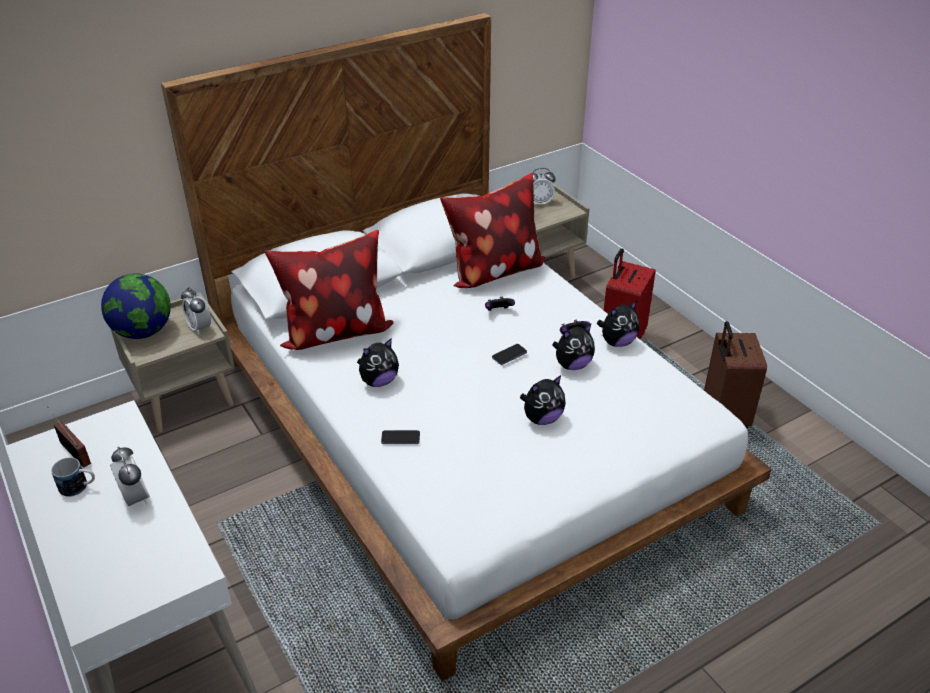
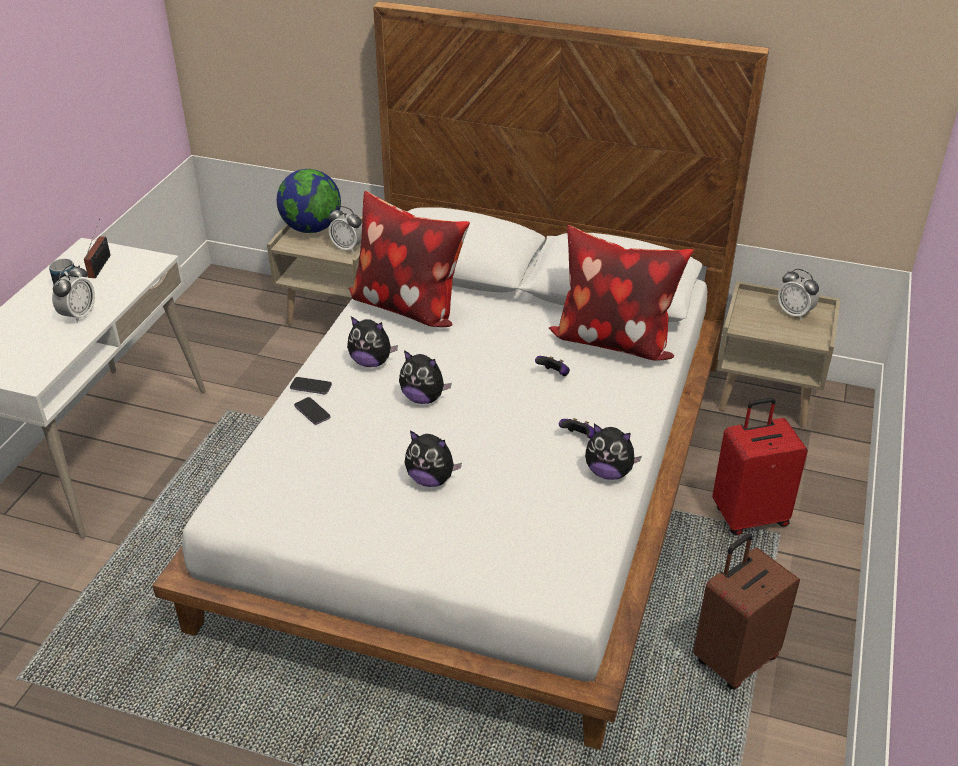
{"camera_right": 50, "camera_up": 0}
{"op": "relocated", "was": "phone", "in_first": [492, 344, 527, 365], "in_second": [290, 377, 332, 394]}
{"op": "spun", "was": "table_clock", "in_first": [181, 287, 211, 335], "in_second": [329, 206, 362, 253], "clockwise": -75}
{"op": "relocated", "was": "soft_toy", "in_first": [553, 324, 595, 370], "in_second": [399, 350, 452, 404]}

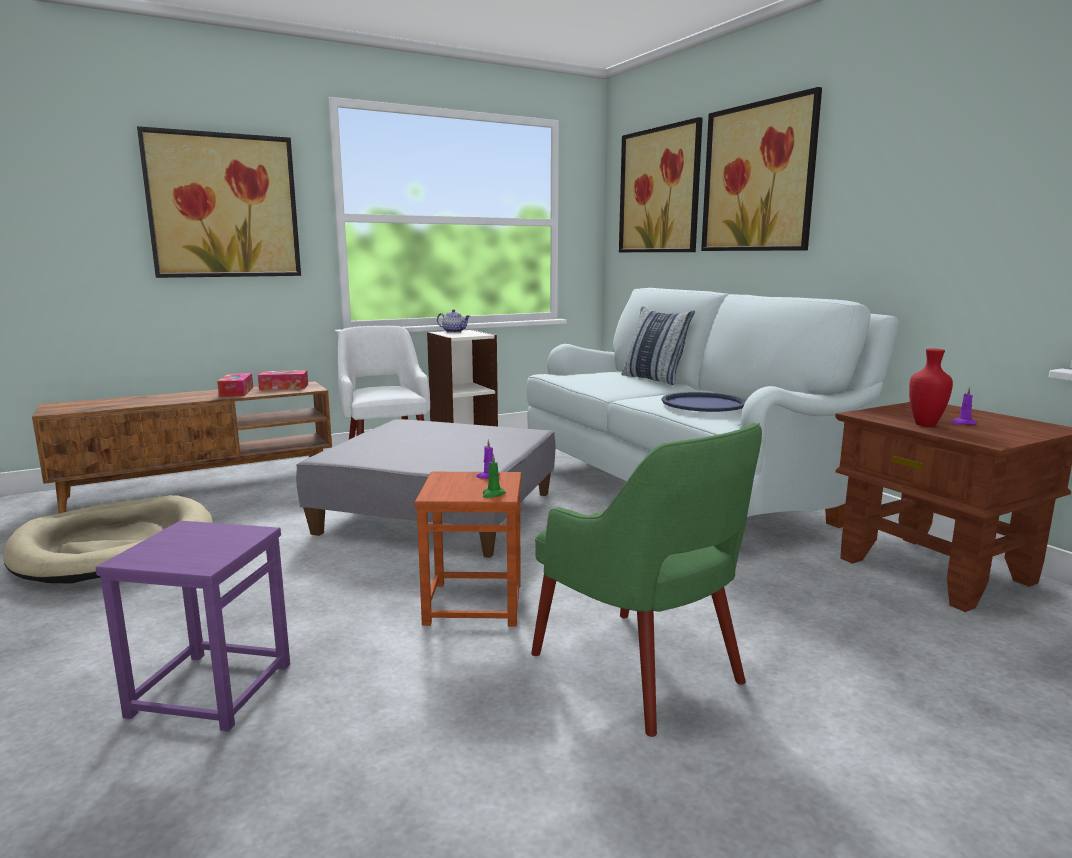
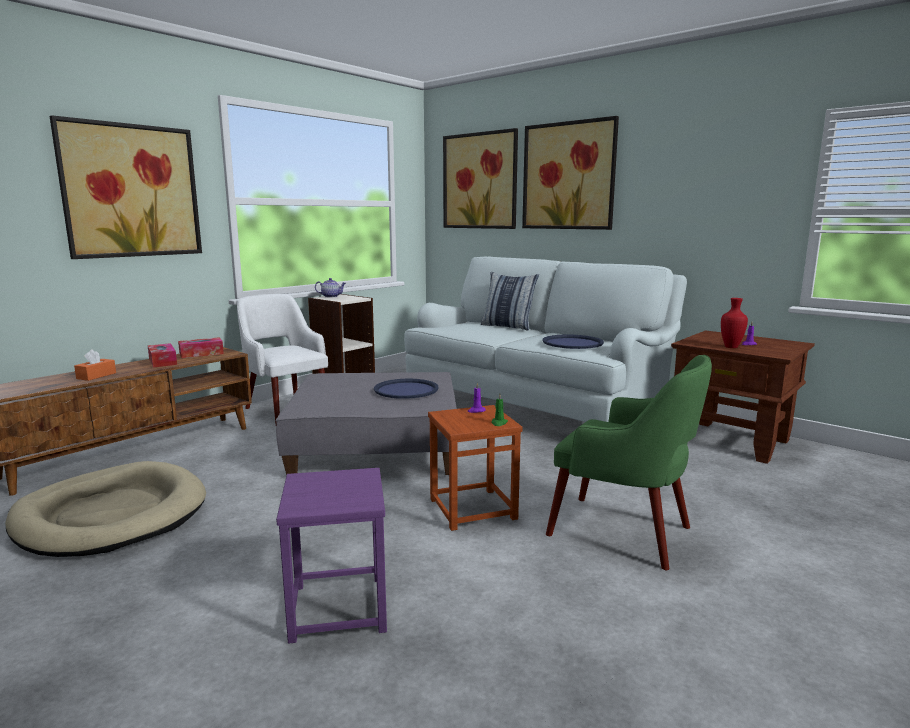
{"camera_right": -20, "camera_up": 0}
{"op": "appeared", "now": "orange_box_of_tissues", "in_second": [74, 349, 116, 381]}
{"op": "appeared", "now": "bluish_carrying_tray", "in_second": [374, 379, 439, 399]}

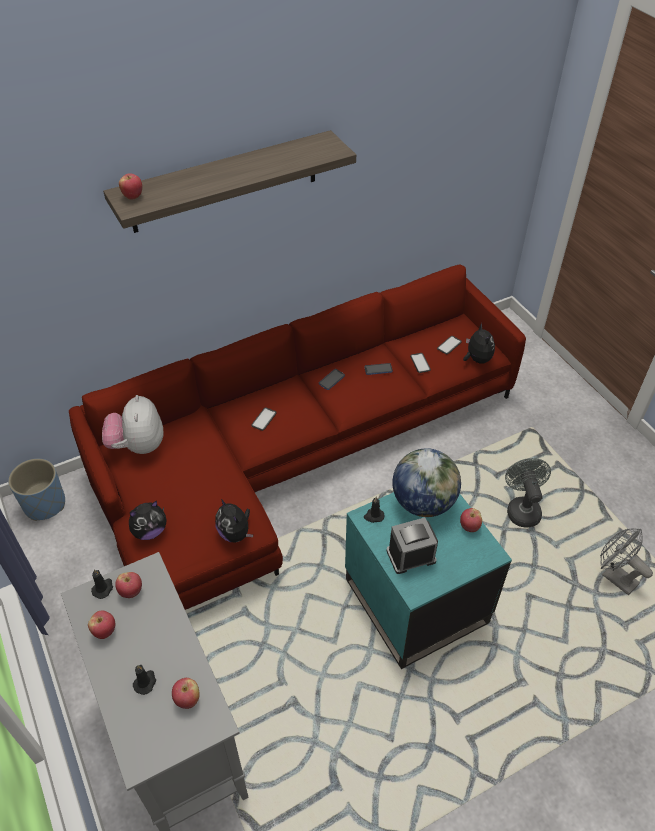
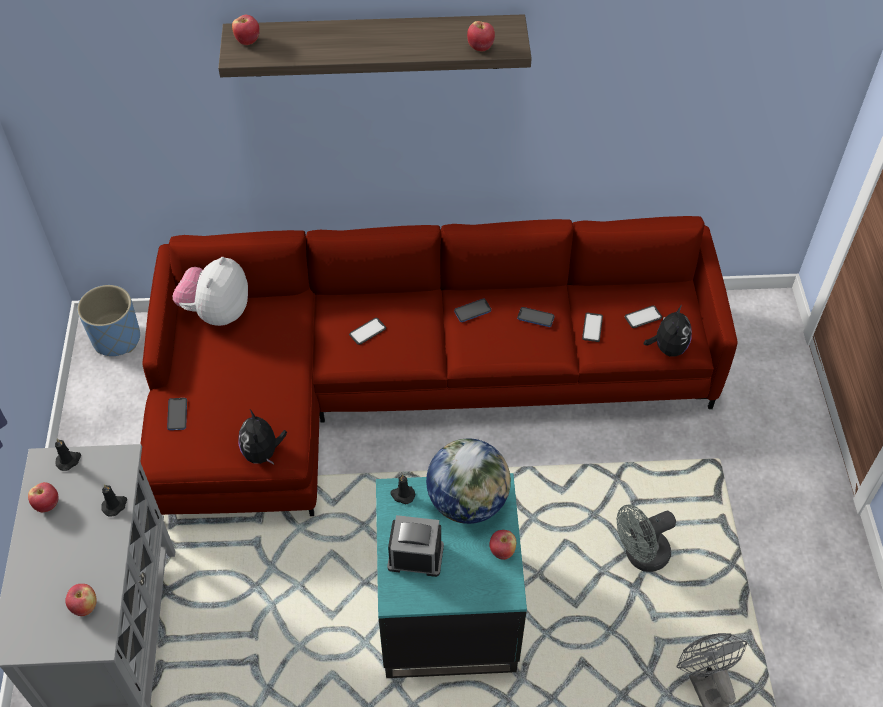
{"camera_right": 25, "camera_up": 5}
{"op": "relocated", "was": "black-coloured_wax_candle", "in_first": [133, 665, 156, 695], "in_second": [102, 484, 127, 517]}
{"op": "exchanged", "was": "soft_toy", "now": "phone", "in_first": [129, 500, 166, 540], "in_second": [167, 398, 187, 430]}
{"op": "relocated", "was": "apple_fruit", "in_first": [115, 572, 142, 598], "in_second": [467, 21, 495, 51]}
{"op": "spun", "was": "greyish_cooling_fan", "in_first": [505, 458, 551, 527], "in_second": [617, 504, 676, 572], "clockwise": -135}

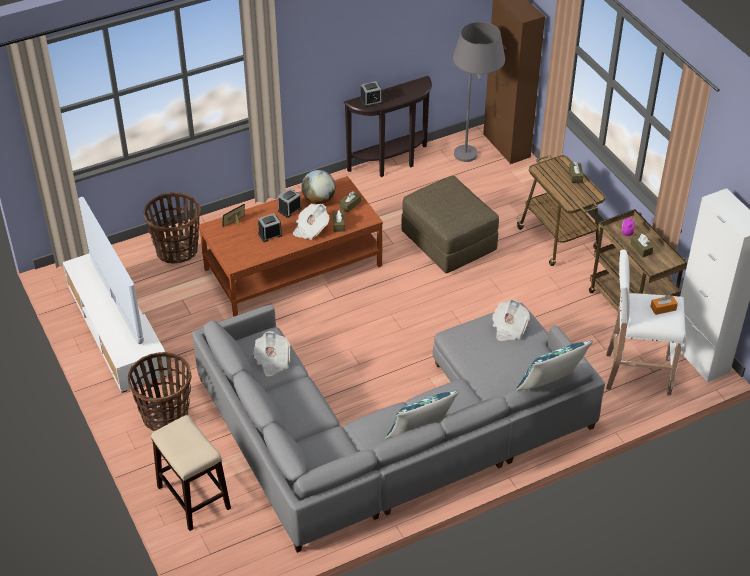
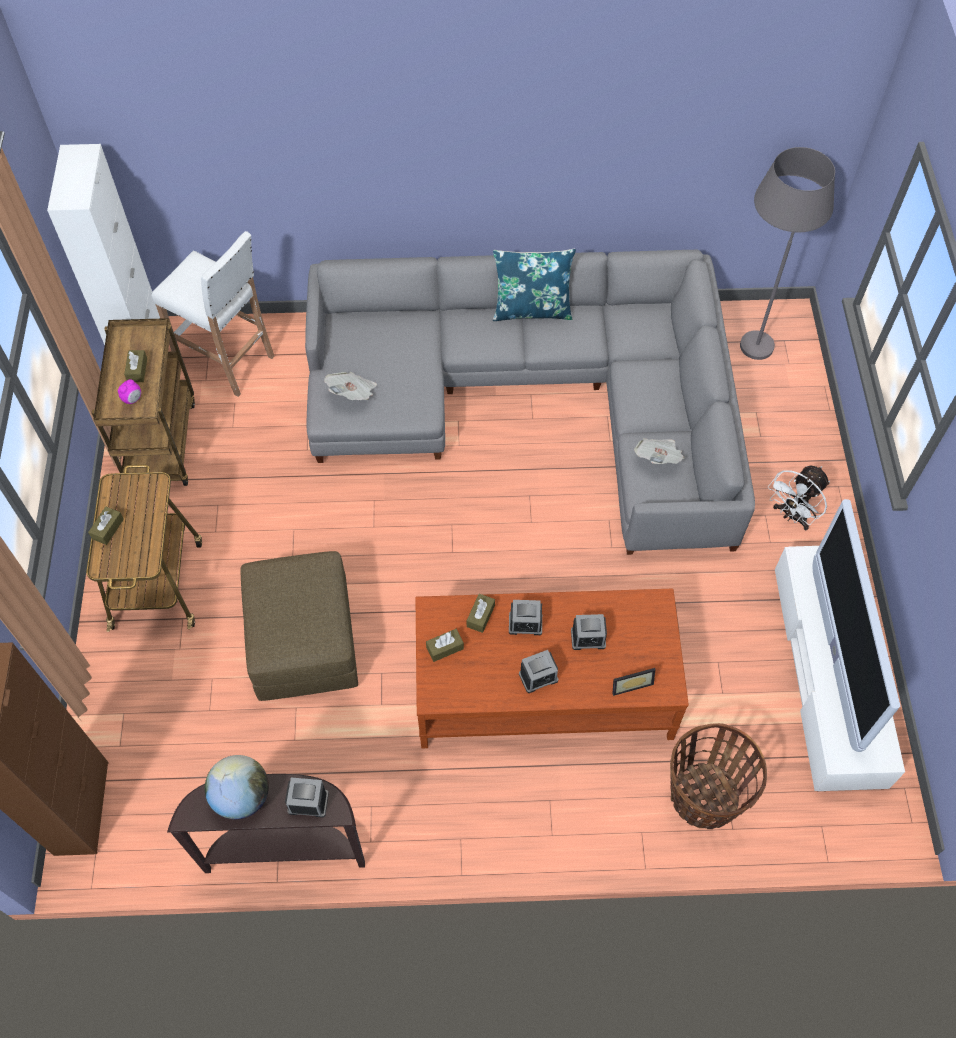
{"camera_right": -155, "camera_up": 15}
{"op": "relocated", "was": "world_globe", "in_first": [301, 170, 335, 204], "in_second": [205, 755, 269, 819]}
{"op": "exchanged", "was": "printed_paper", "now": "table_clock", "in_first": [293, 204, 329, 240], "in_second": [509, 600, 542, 635]}
{"op": "relocated", "was": "greyish_standard_lamp", "in_first": [453, 22, 505, 162], "in_second": [740, 147, 835, 360]}
{"op": "exchanged", "was": "household_basket", "now": "white-coloured_cooling_fan", "in_first": [128, 352, 192, 431], "in_second": [768, 466, 830, 530]}
{"op": "missing", "was": "sitting_stool", "in_first": [151, 415, 231, 531]}
{"op": "missing", "was": "bluish_cushion", "in_first": [515, 341, 593, 391]}
{"op": "missing", "was": "orange_box_of_tissues", "in_first": [650, 295, 678, 315]}

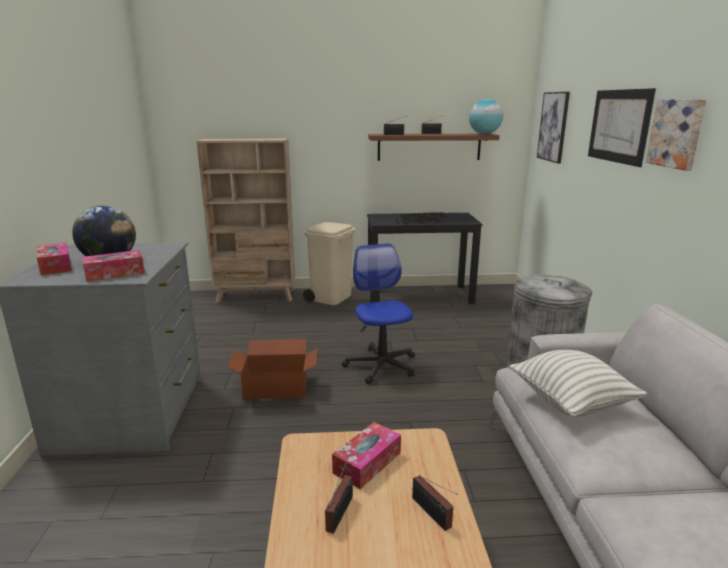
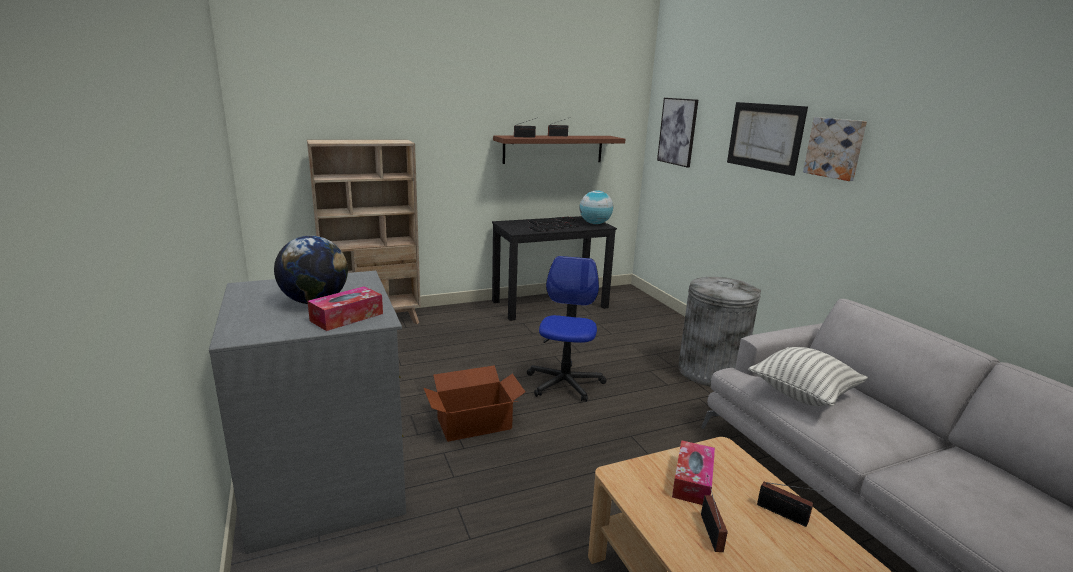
{"camera_right": -20, "camera_up": 0}
{"op": "spun", "was": "computer_chair", "in_first": [342, 243, 415, 384], "in_second": [527, 256, 606, 402], "clockwise": 45}
{"op": "relocated", "was": "world_globe", "in_first": [469, 99, 503, 134], "in_second": [580, 190, 613, 224]}
{"op": "missing", "was": "box_of_tissues", "in_first": [37, 243, 72, 275]}
{"op": "missing", "was": "beige-coloured_rubbish_bin", "in_first": [303, 222, 356, 305]}

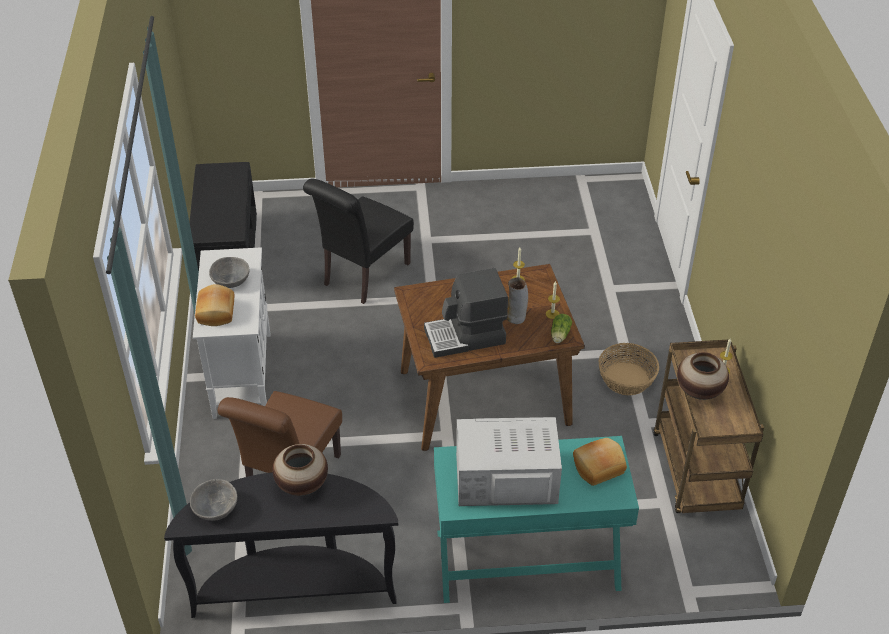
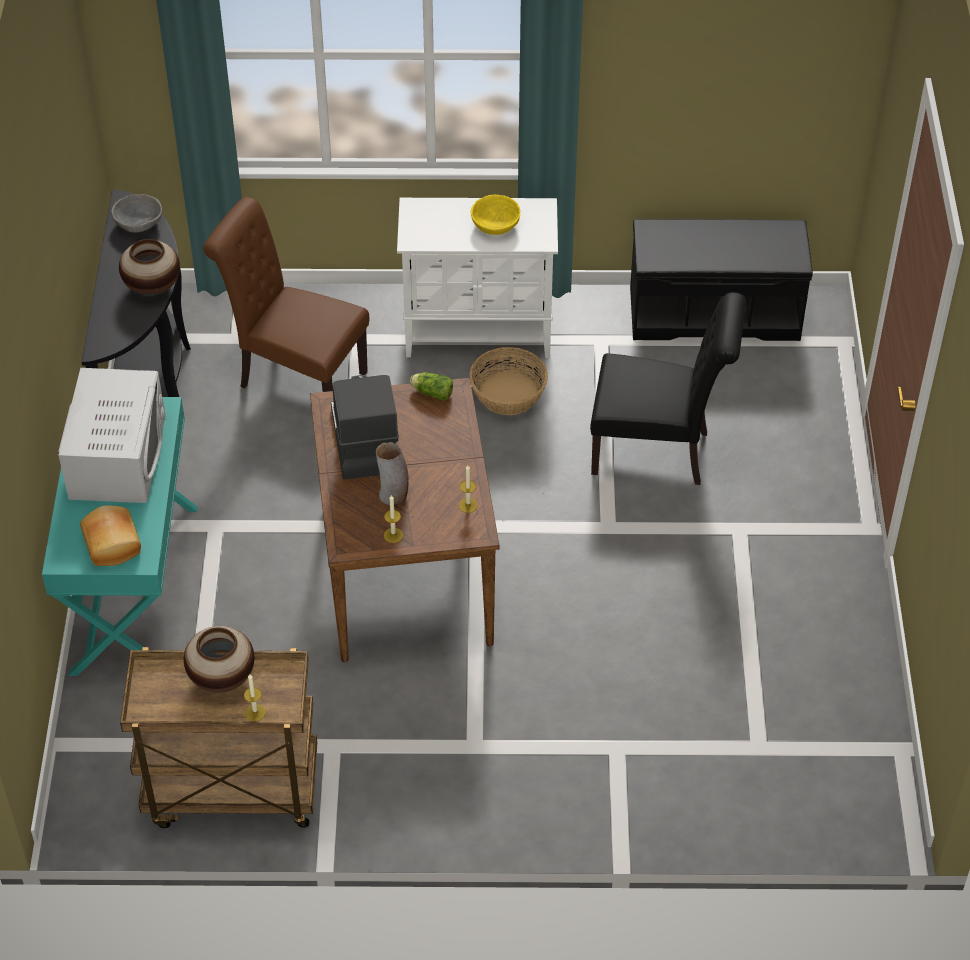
{"camera_right": 95, "camera_up": 5}
{"op": "relocated", "was": "head_of_lettuce", "in_first": [551, 314, 572, 343], "in_second": [410, 372, 453, 401]}
{"op": "relocated", "was": "household_basket", "in_first": [599, 343, 659, 395], "in_second": [469, 347, 548, 415]}
{"op": "colour", "was": "greyish_serving_bowl", "now": "yellowish_serving_bowl", "in_first": [209, 257, 250, 288], "in_second": [470, 195, 520, 235]}
{"op": "spun", "was": "black-coloured_upright_chair", "in_first": [303, 179, 414, 304], "in_second": [590, 292, 746, 485], "clockwise": 150}
{"op": "missing", "was": "bakery_bread", "in_first": [195, 284, 235, 326]}

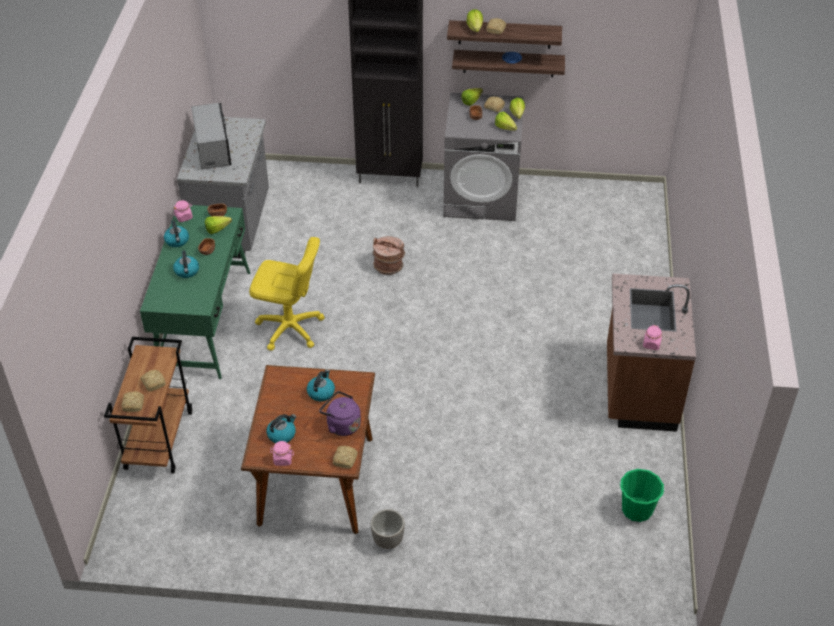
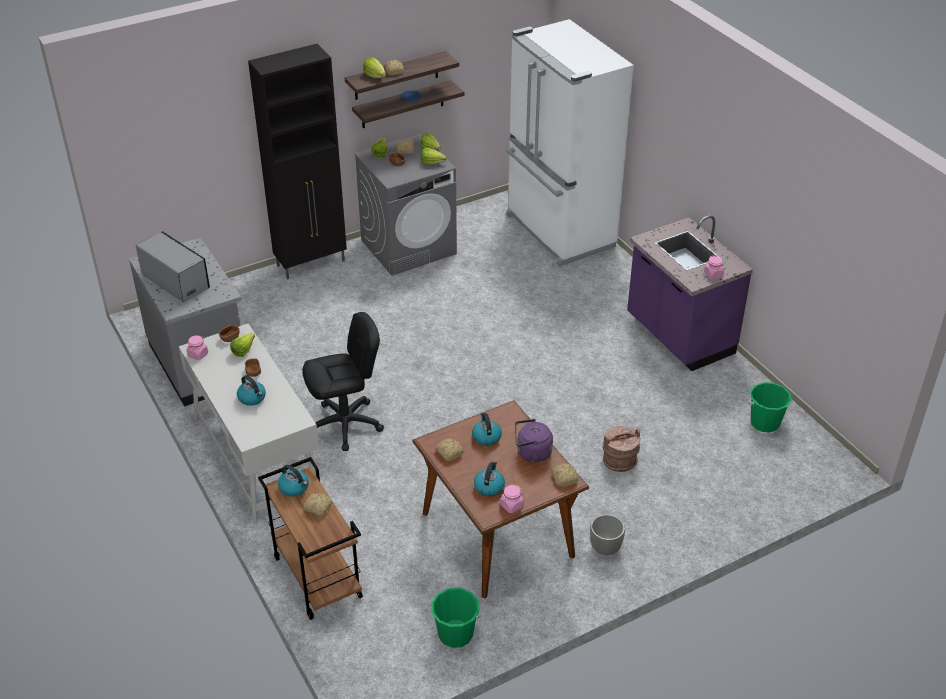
{"camera_right": -35, "camera_up": -5}
{"op": "colour", "was": "green_desk_table", "now": "white-coloured_desk_table", "in_first": [140, 205, 250, 379], "in_second": [179, 324, 319, 524]}
{"op": "relocated", "was": "kettle", "in_first": [164, 220, 189, 247], "in_second": [278, 465, 309, 496]}
{"op": "colour", "was": "yellowish_computer_chair", "now": "black-coloured_computer_chair", "in_first": [249, 237, 325, 351], "in_second": [302, 312, 384, 451]}
{"op": "appeared", "now": "green_pail", "in_second": [431, 588, 481, 648]}
{"op": "relocated", "was": "bakery_bread", "in_first": [121, 391, 144, 412], "in_second": [435, 438, 464, 461]}
{"op": "appeared", "now": "white-coloured_kitchen_fridge", "in_second": [506, 19, 634, 266]}
{"op": "relocated", "was": "brown-coloured_pail", "in_first": [373, 236, 405, 275], "in_second": [603, 426, 640, 472]}
{"op": "colour", "was": "brown-coloured_kitchen_base_unit", "now": "purple_kitchen_base_unit", "in_first": [607, 273, 696, 432], "in_second": [627, 215, 753, 371]}

